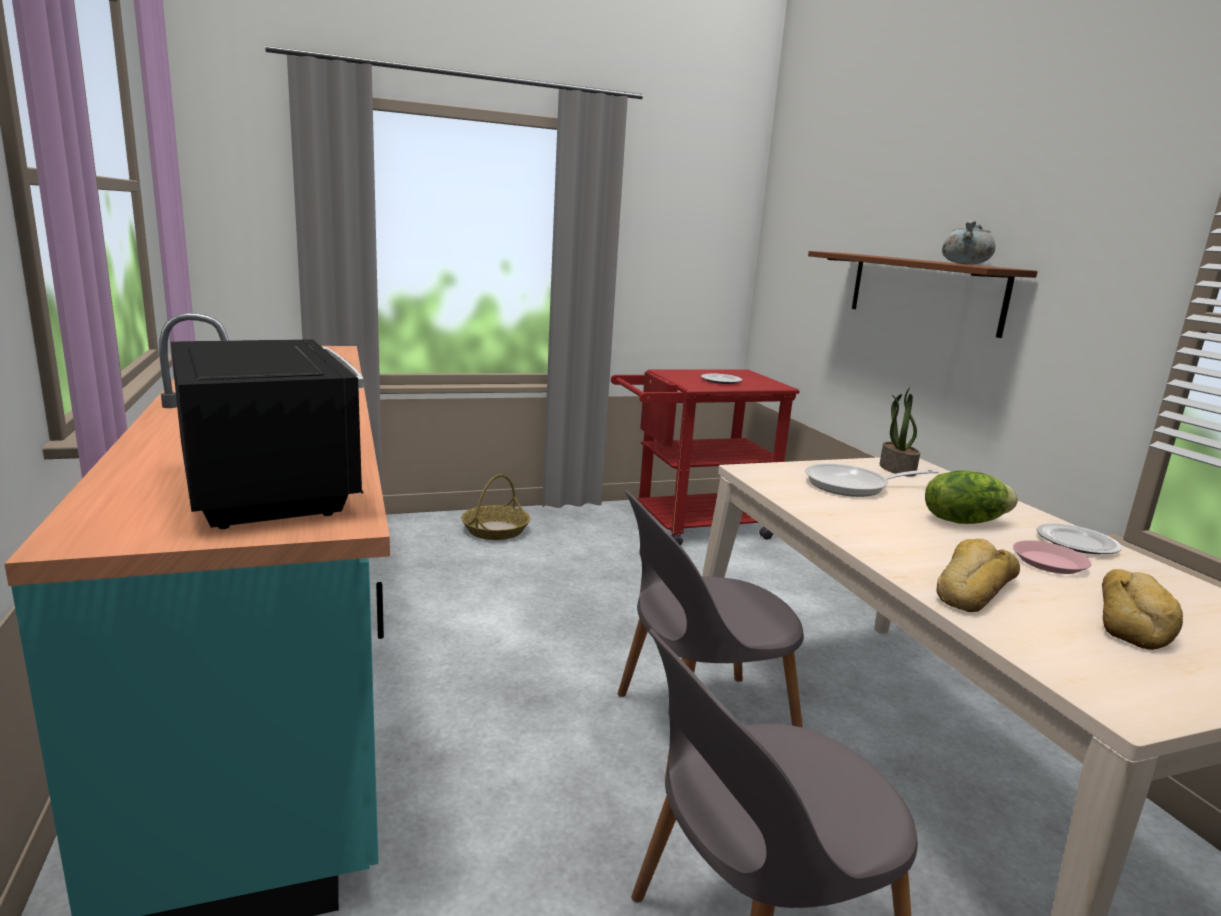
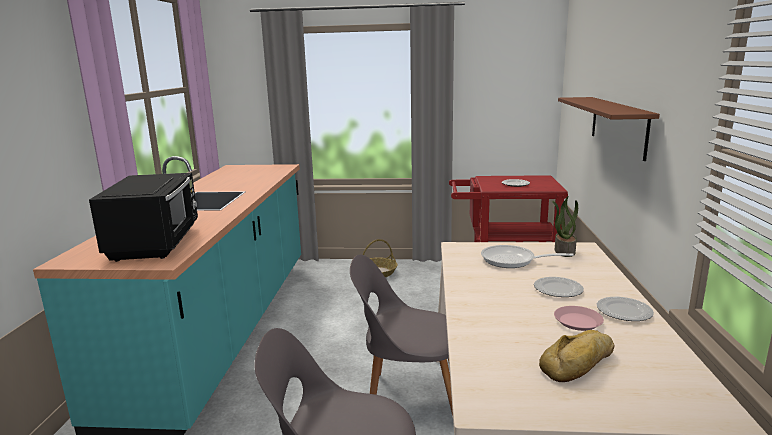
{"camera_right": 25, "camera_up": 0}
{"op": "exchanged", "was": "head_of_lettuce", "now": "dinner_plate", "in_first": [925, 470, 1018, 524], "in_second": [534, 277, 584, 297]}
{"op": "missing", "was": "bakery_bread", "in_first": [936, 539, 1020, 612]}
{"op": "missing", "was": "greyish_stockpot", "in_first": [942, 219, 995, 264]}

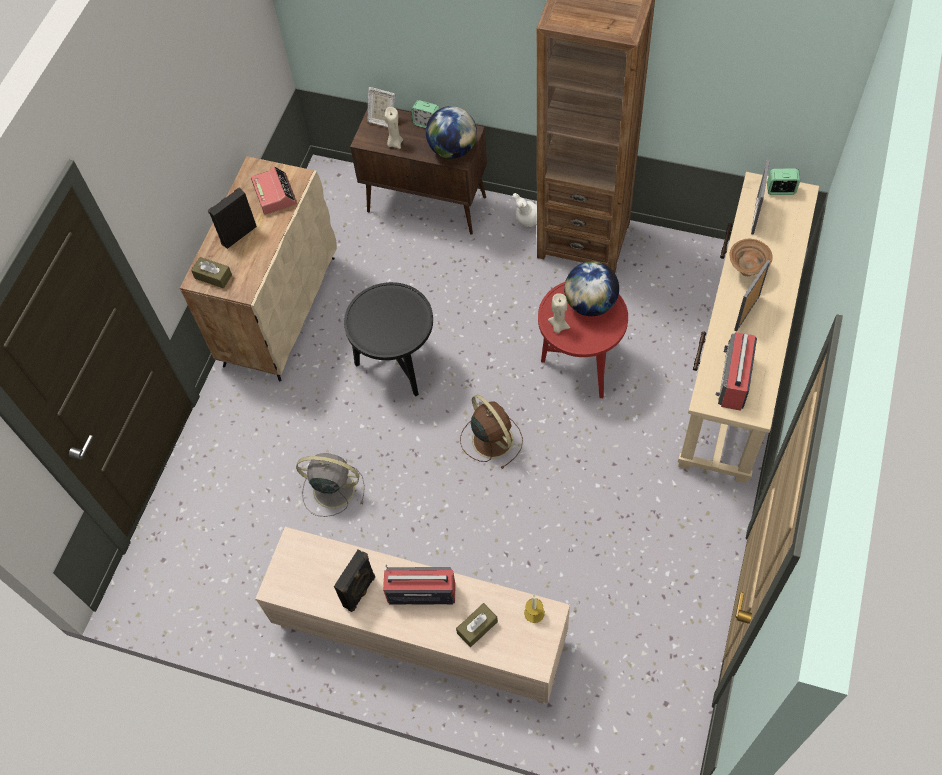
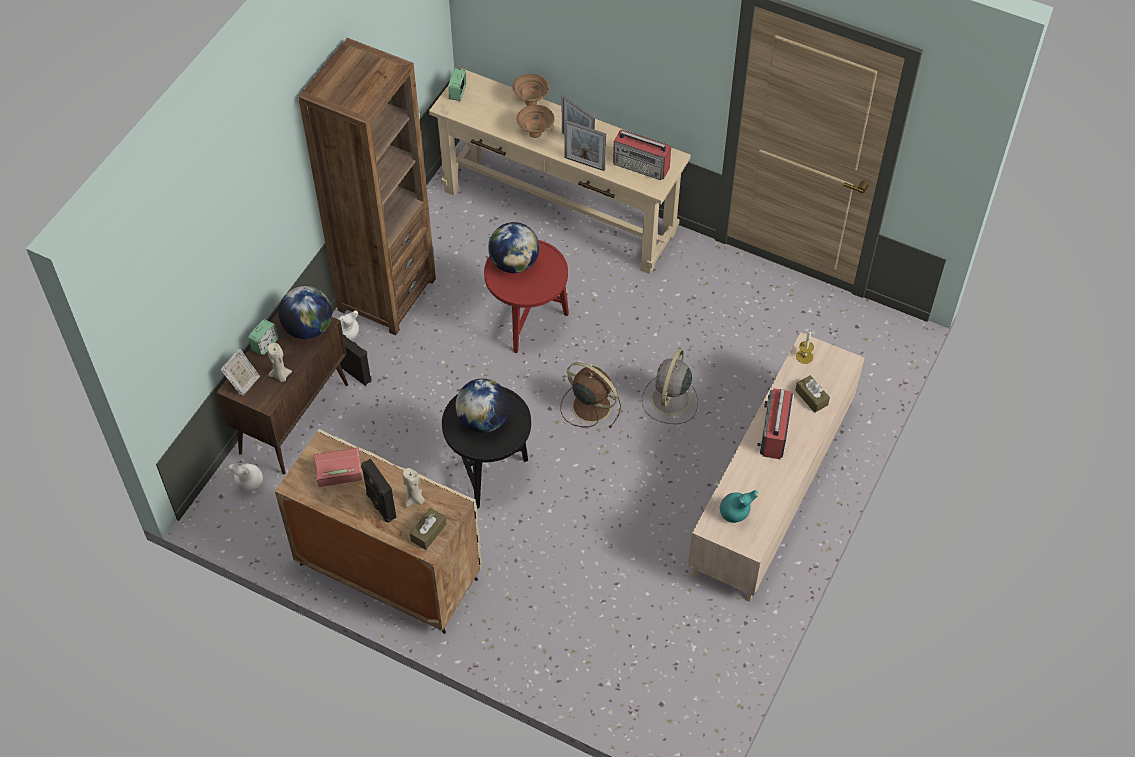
{"camera_right": -85, "camera_up": -5}
{"op": "appeared", "now": "white-coloured_decorative_vase", "in_second": [229, 463, 263, 491]}
{"op": "relocated", "was": "black-coloured_audio_speaker", "in_first": [334, 550, 375, 612], "in_second": [340, 334, 372, 386]}
{"op": "relocated", "was": "beige-coloured_wax_candle", "in_first": [548, 293, 570, 333], "in_second": [403, 468, 425, 507]}
{"op": "appeared", "now": "world_globe", "in_second": [455, 379, 510, 433]}
{"op": "appeared", "now": "brown-coloured_serving_bowl", "in_second": [513, 74, 549, 106]}
{"op": "spun", "was": "brown-coloured_cooling_fan", "in_first": [460, 394, 523, 469], "in_second": [560, 362, 621, 428], "clockwise": 60}
{"op": "relocated", "was": "picture_frame", "in_first": [751, 159, 770, 235], "in_second": [564, 120, 606, 171]}
{"op": "relocated", "was": "greyish_cooling_fan", "in_first": [296, 453, 365, 517], "in_second": [642, 349, 698, 424]}
{"op": "appeared", "now": "blue-green_decorative_vase", "in_second": [720, 490, 759, 523]}

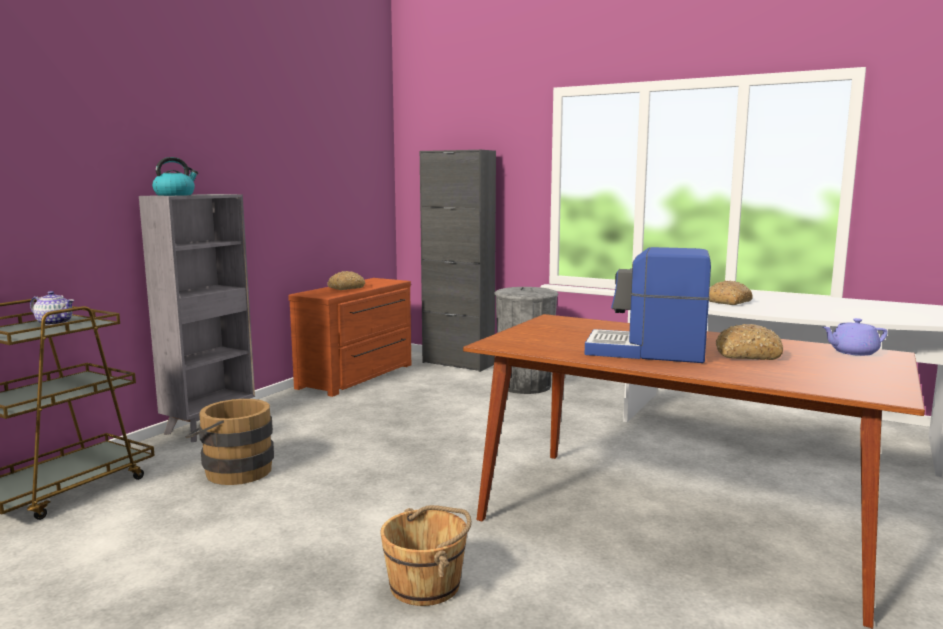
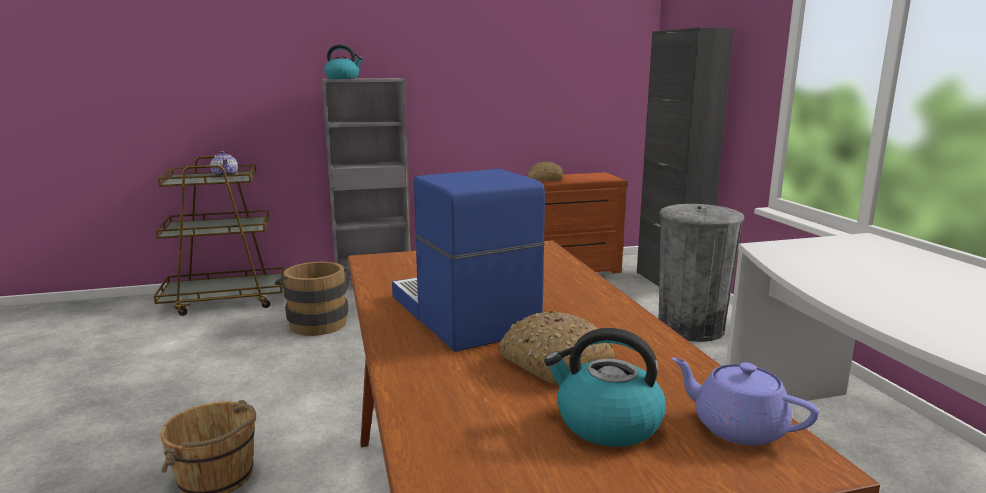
{"camera_right": 45, "camera_up": 5}
{"op": "appeared", "now": "kettle", "in_second": [544, 328, 666, 447]}
{"op": "missing", "was": "bakery_bread", "in_first": [709, 281, 753, 305]}

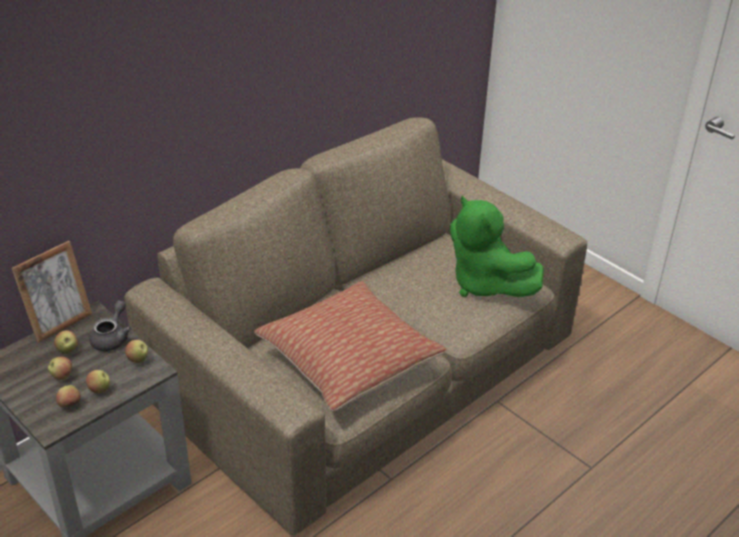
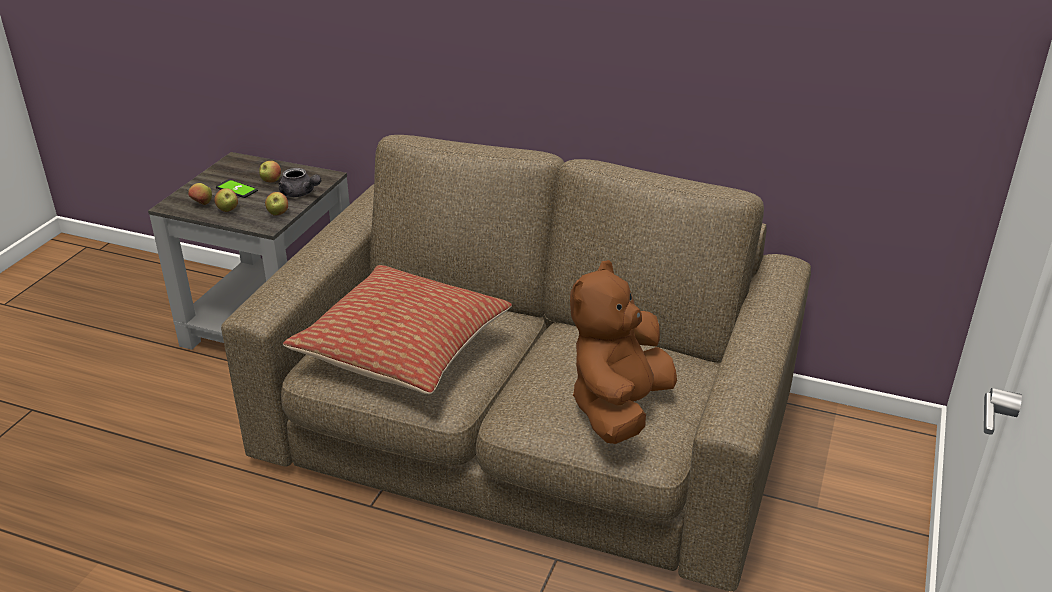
{"camera_right": 65, "camera_up": -5}
{"op": "exchanged", "was": "apple_fruit", "now": "phone", "in_first": [48, 357, 72, 380], "in_second": [216, 179, 258, 198]}
{"op": "spun", "was": "greyish_tea_pot", "in_first": [89, 300, 131, 351], "in_second": [278, 168, 321, 197], "clockwise": 45}
{"op": "colour", "was": "green_soft_toy", "now": "brown-coloured_soft_toy", "in_first": [450, 196, 544, 297], "in_second": [570, 260, 677, 444]}
{"op": "missing", "was": "picture_frame", "in_first": [12, 241, 92, 343]}

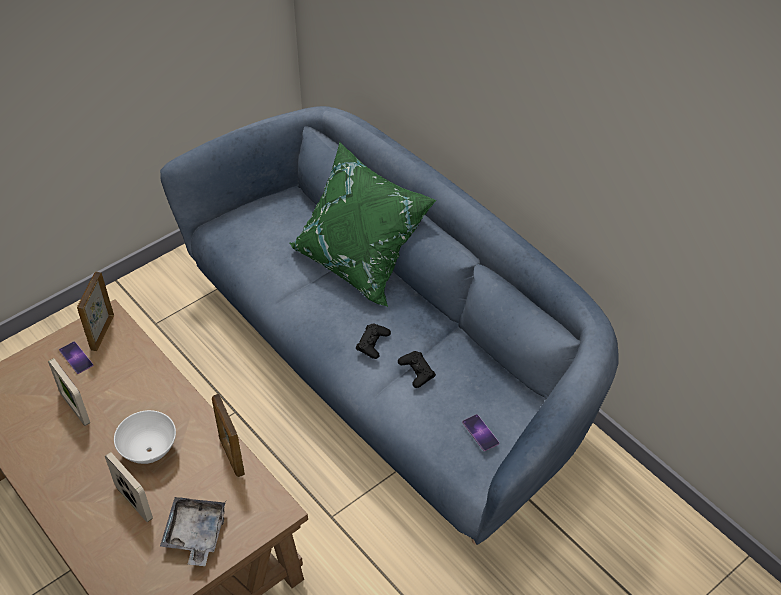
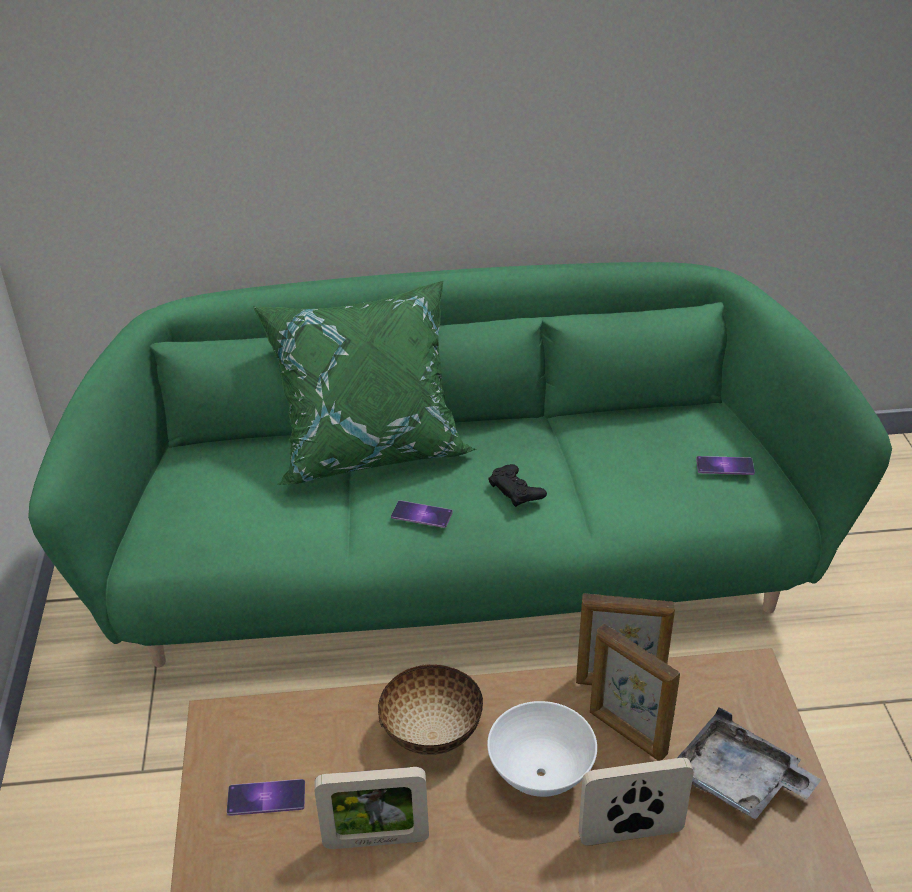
{"camera_right": -55, "camera_up": -10}
{"op": "colour", "was": "bluish_sofa", "now": "green_sofa", "in_first": [160, 106, 619, 545], "in_second": [28, 262, 892, 667]}
{"op": "appeared", "now": "serving_bowl", "in_second": [378, 664, 483, 755]}
{"op": "appeared", "now": "phone", "in_second": [391, 500, 453, 528]}
{"op": "relocated", "was": "picture_frame", "in_first": [77, 272, 114, 351], "in_second": [590, 624, 680, 761]}
{"op": "missing", "was": "black-coloured_game_controller", "in_first": [398, 351, 436, 388]}

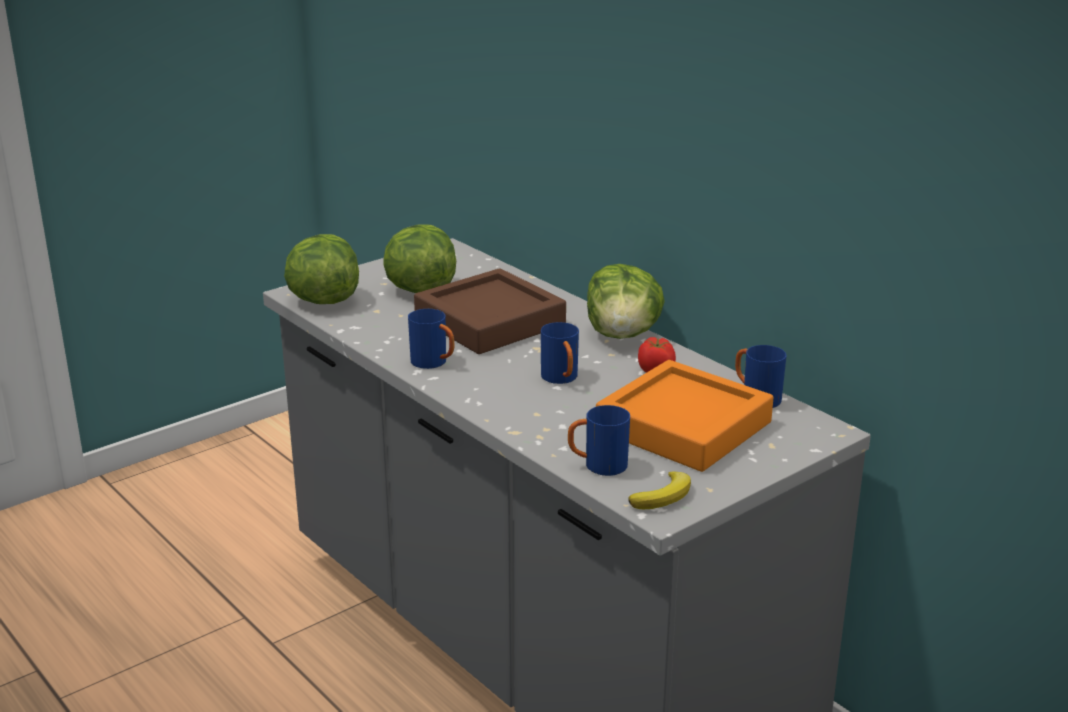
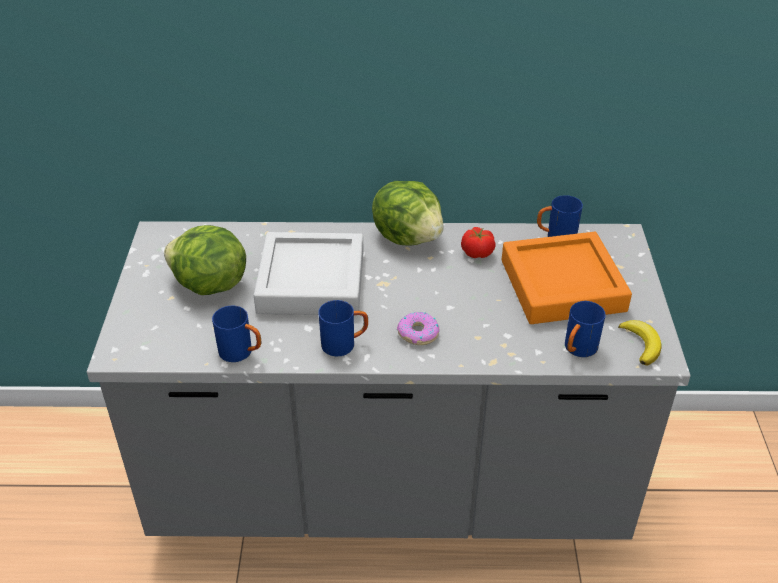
{"camera_right": -50, "camera_up": 15}
{"op": "relocated", "was": "bluish_coffee_mug", "in_first": [541, 322, 579, 384], "in_second": [212, 305, 261, 362]}
{"op": "colour", "was": "brown-coloured_carrying_tray", "now": "greyish_carrying_tray", "in_first": [414, 268, 566, 354], "in_second": [254, 232, 364, 316]}
{"op": "appeared", "now": "ring_doughnut", "in_second": [397, 312, 439, 345]}
{"op": "missing", "was": "head_of_lettuce", "in_first": [284, 234, 359, 304]}

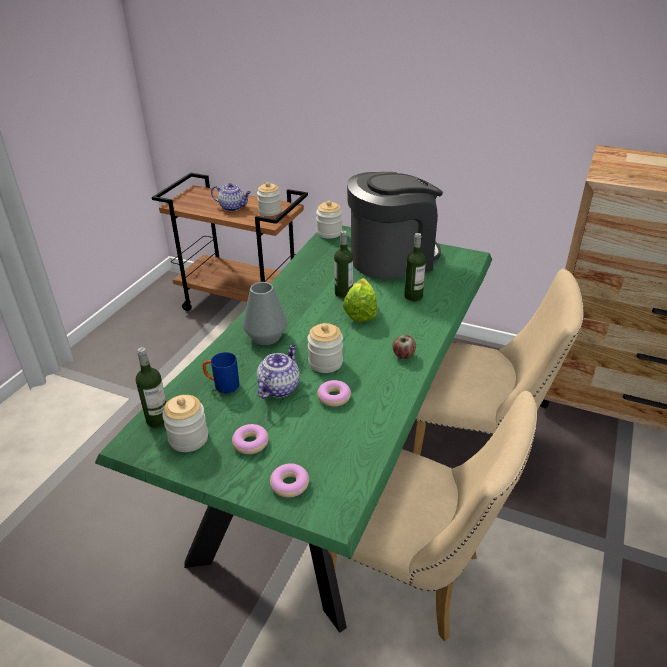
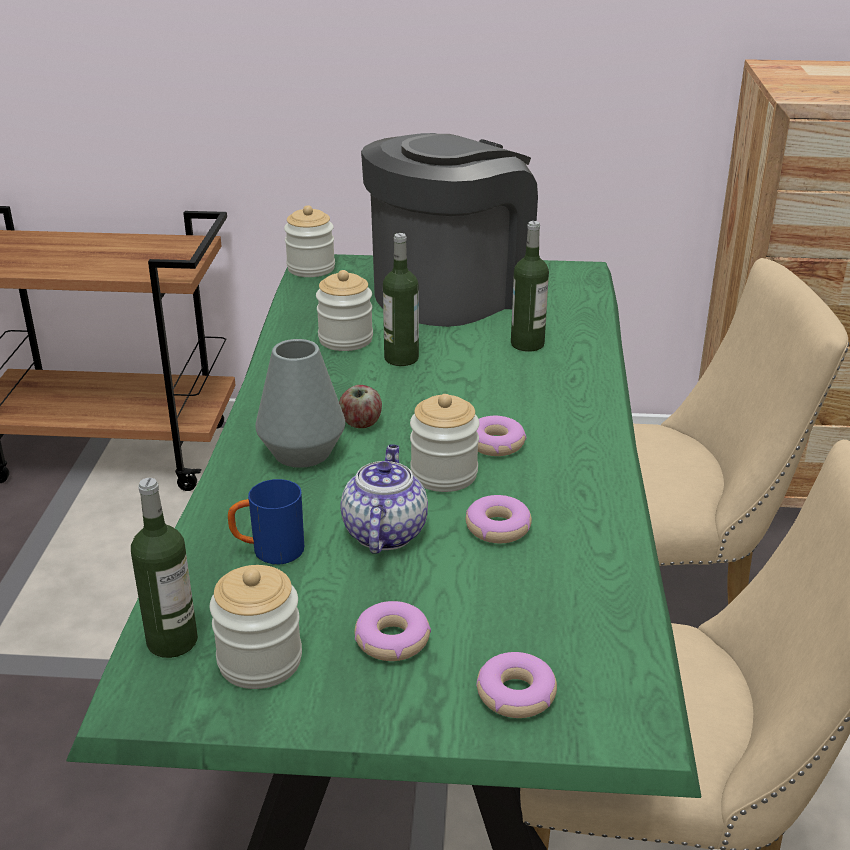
{"camera_right": -20, "camera_up": -5}
{"op": "relocated", "was": "storage_jar", "in_first": [257, 182, 281, 216], "in_second": [316, 270, 373, 351]}
{"op": "relocated", "was": "apple_fruit", "in_first": [393, 335, 416, 359], "in_second": [339, 385, 382, 428]}
{"op": "appeared", "now": "ring_doughnut", "in_second": [477, 416, 526, 456]}
{"op": "missing", "was": "tea_pot", "in_first": [211, 183, 251, 211]}
{"op": "missing", "was": "head_of_lettuce", "in_first": [343, 278, 377, 322]}

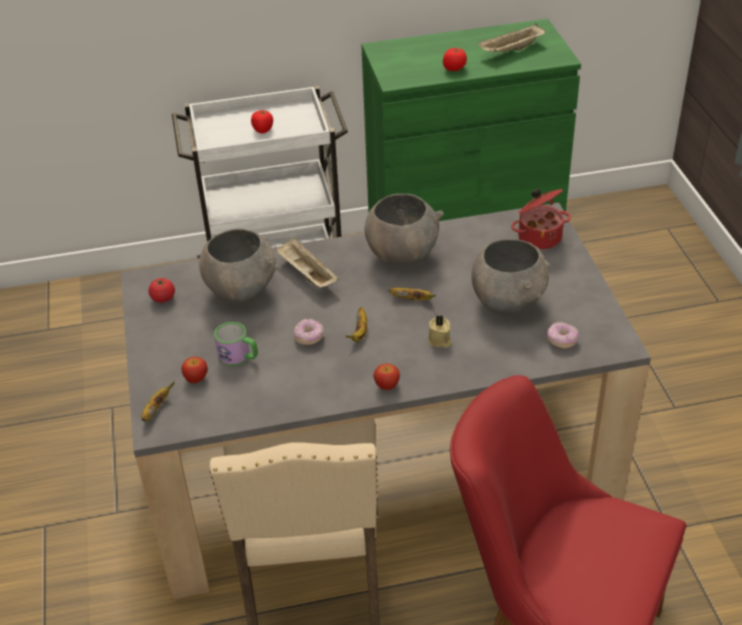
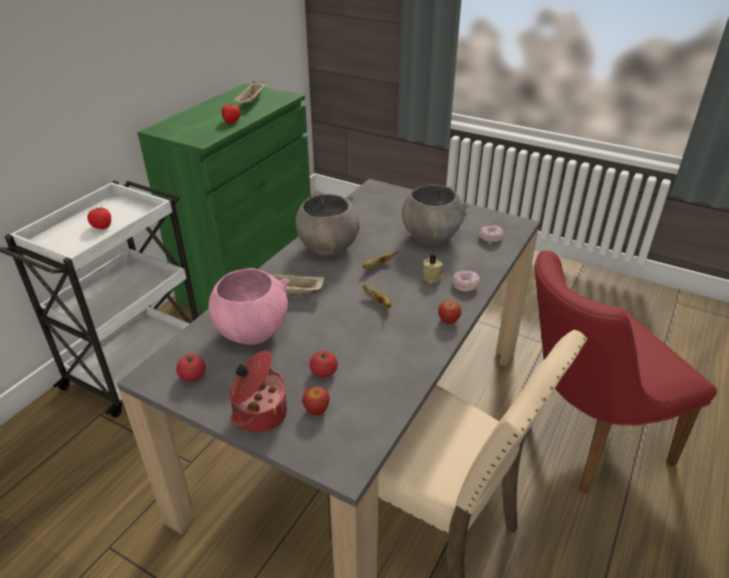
{"camera_right": -50, "camera_up": -5}
{"op": "colour", "was": "greyish_serving_bowl", "now": "pinkish_serving_bowl", "in_first": [199, 228, 278, 305], "in_second": [209, 268, 289, 345]}
{"op": "relocated", "was": "stockpot", "in_first": [511, 189, 571, 250], "in_second": [230, 350, 287, 433]}
{"op": "exchanged", "was": "coffee_mug", "now": "fresh_tomato", "in_first": [214, 322, 258, 366], "in_second": [309, 351, 338, 378]}
{"op": "relocated", "was": "ring_doughnut", "in_first": [294, 319, 324, 345], "in_second": [452, 270, 480, 292]}
{"op": "missing", "was": "banana_fruit", "in_first": [142, 381, 175, 421]}

